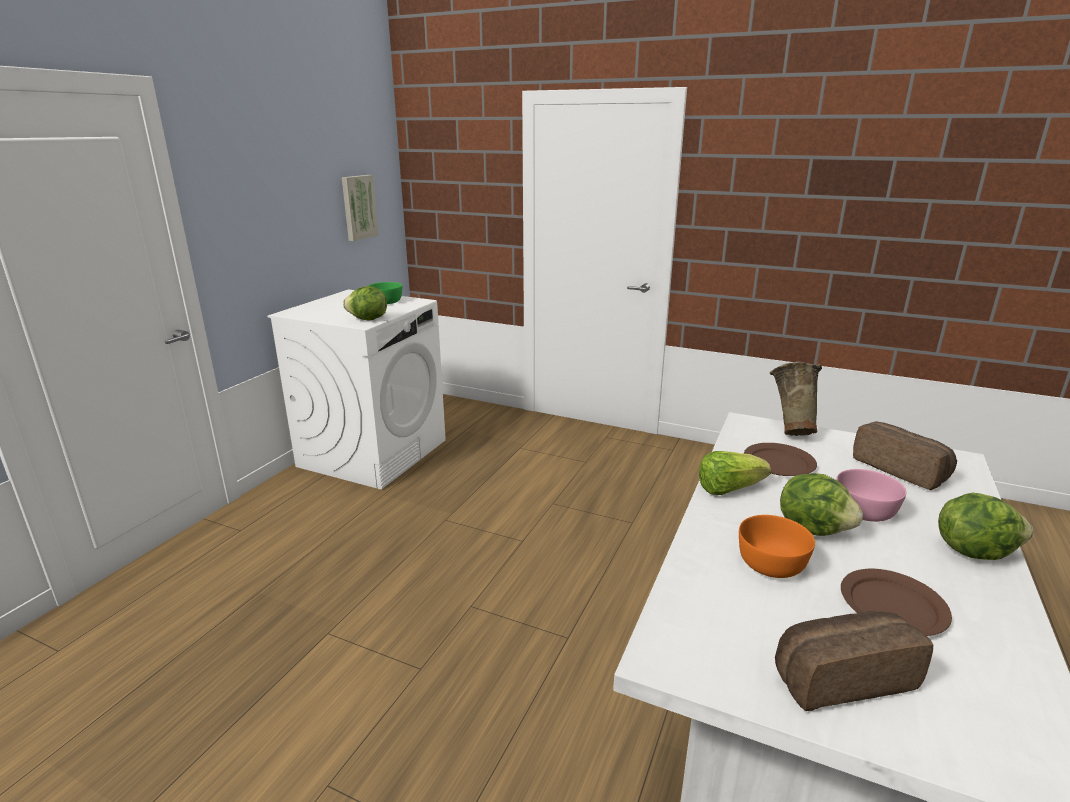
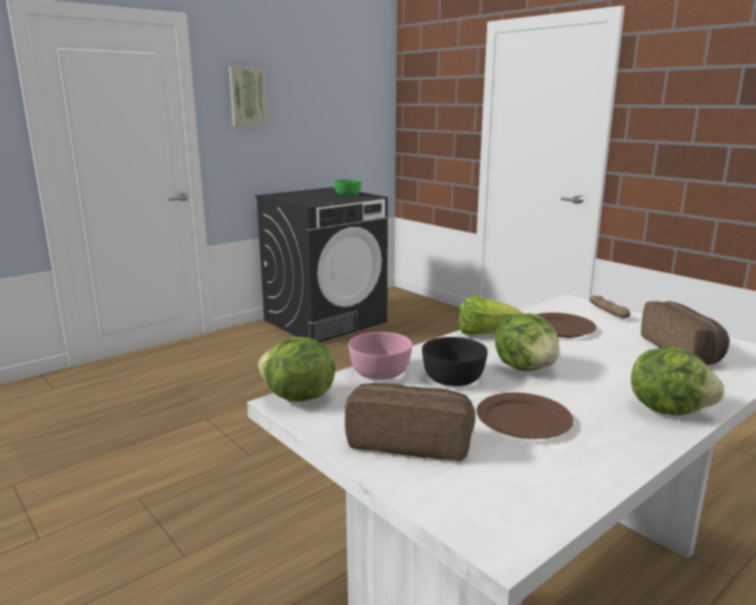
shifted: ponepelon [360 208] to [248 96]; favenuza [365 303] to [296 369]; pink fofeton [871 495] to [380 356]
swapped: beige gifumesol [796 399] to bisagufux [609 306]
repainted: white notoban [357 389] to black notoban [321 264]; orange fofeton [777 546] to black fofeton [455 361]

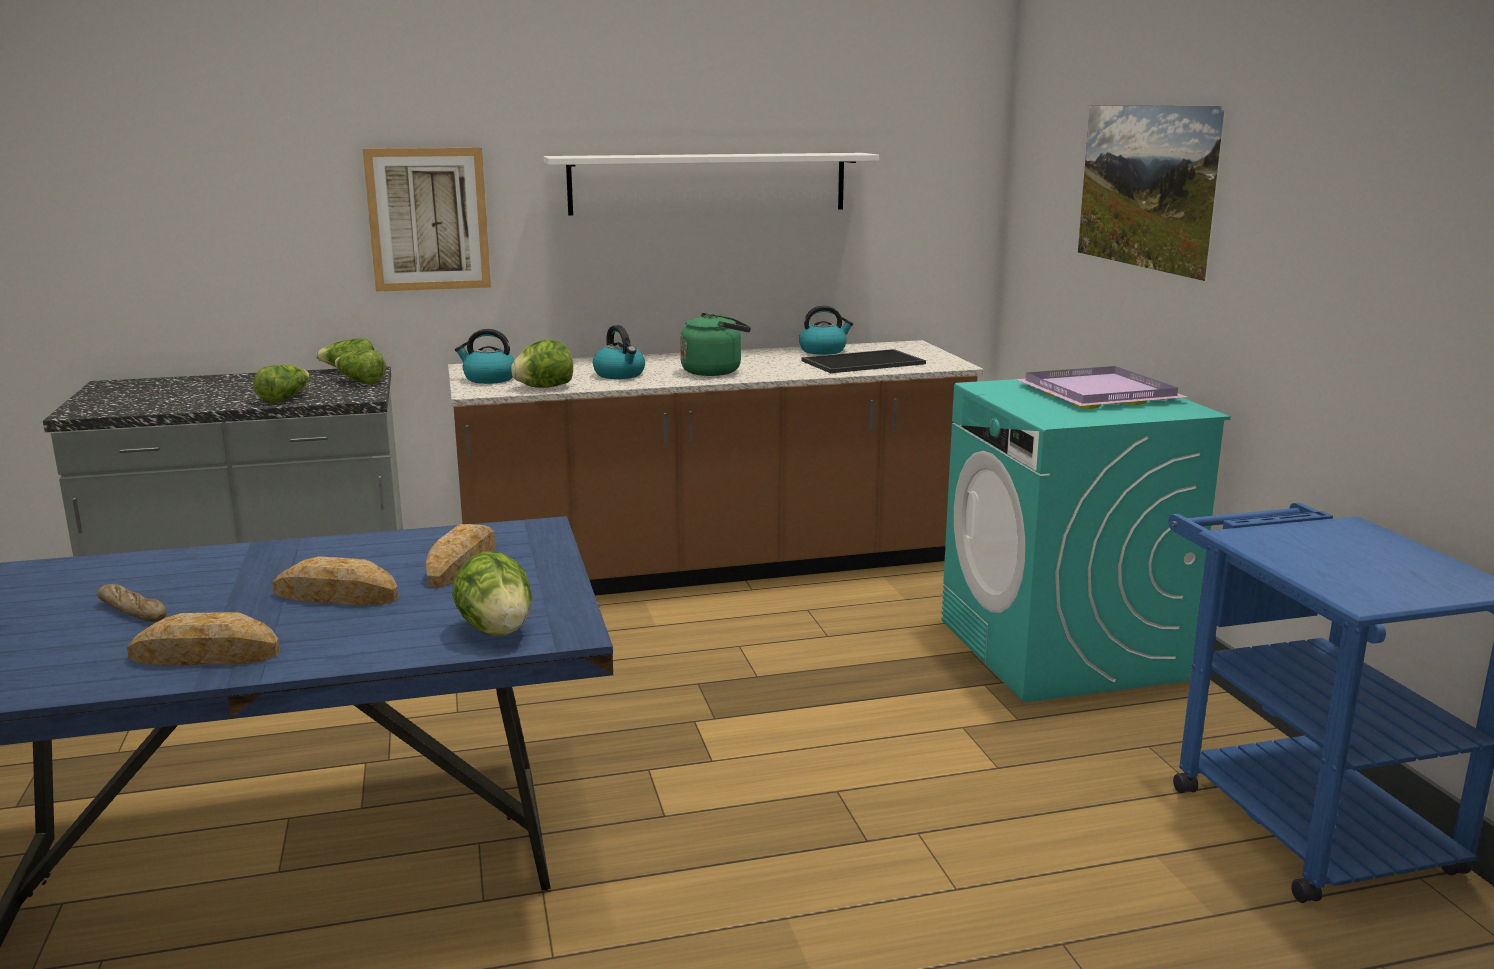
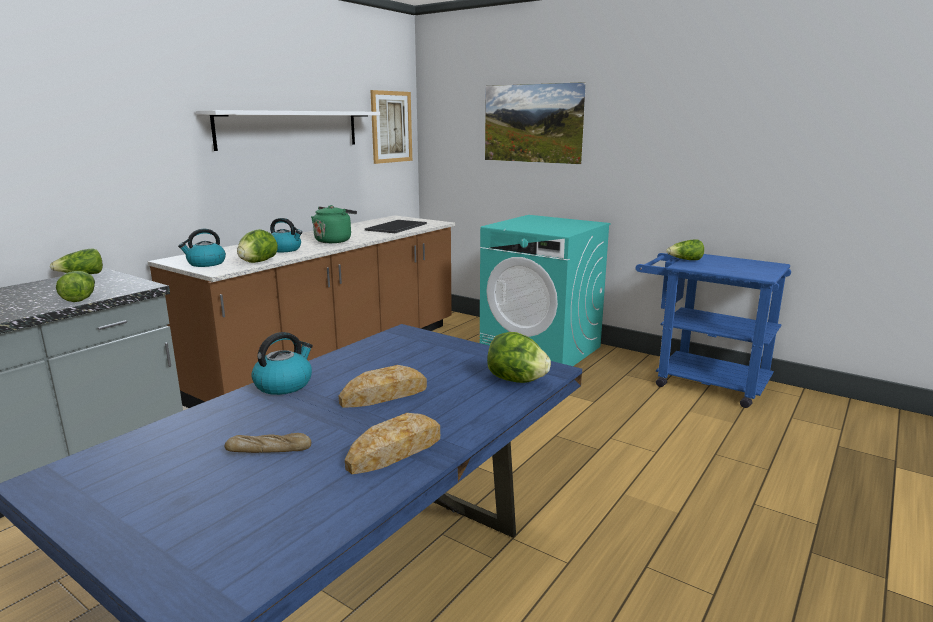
gone: bisagufux [460 556]; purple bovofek [1101 387]
shifted: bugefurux [826 330] to [282 363]; ponepelon [427 220] to [391 127]; favenuza [360 367] to [685 249]

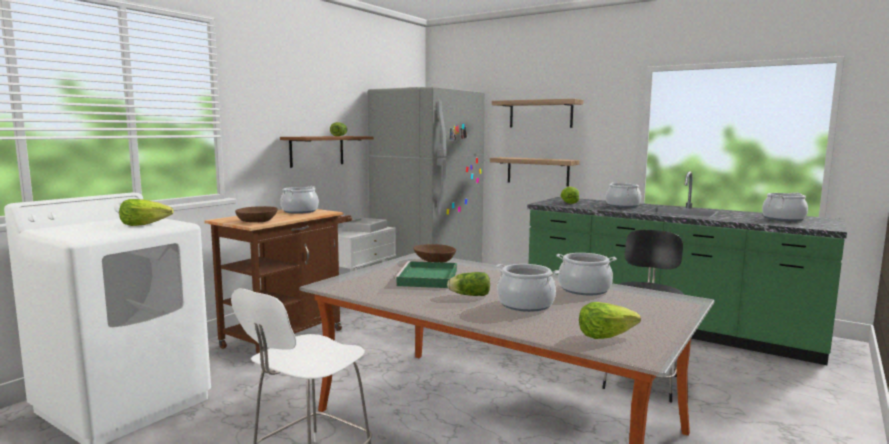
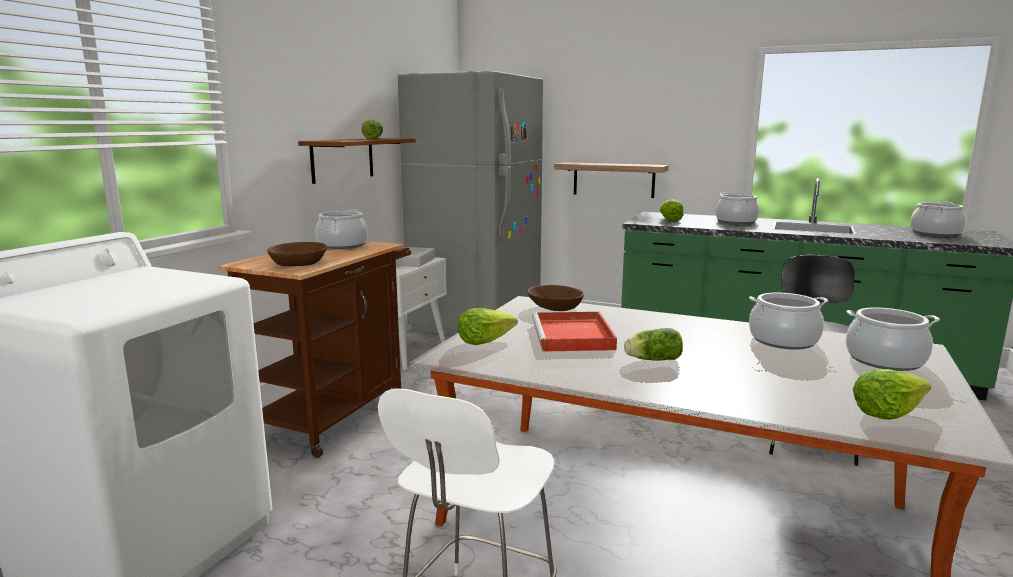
gone: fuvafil [537 113]
shifted: favenuza [146 212] to [488 326]; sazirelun [527 288] to [893 339]
repainted: green bovofek [425 274] to red bovofek [574 332]

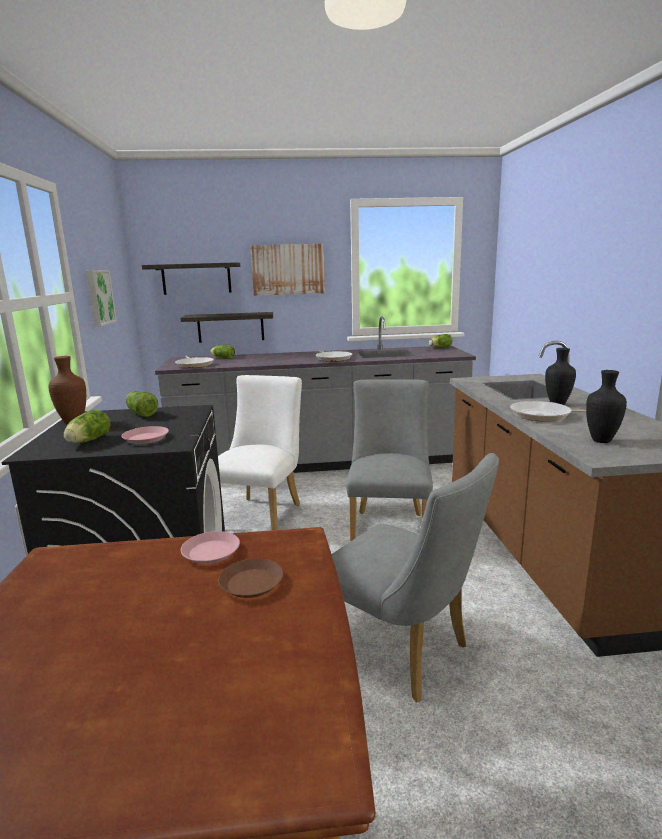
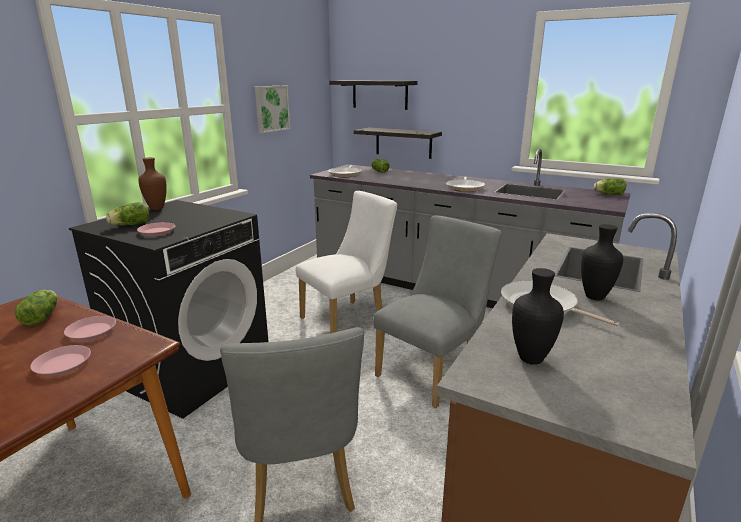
gone: ponepelon [287 270]
shifted: favenuza [142 404] to [35 307]
repainted: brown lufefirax [250 578] to pink lufefirax [60 360]

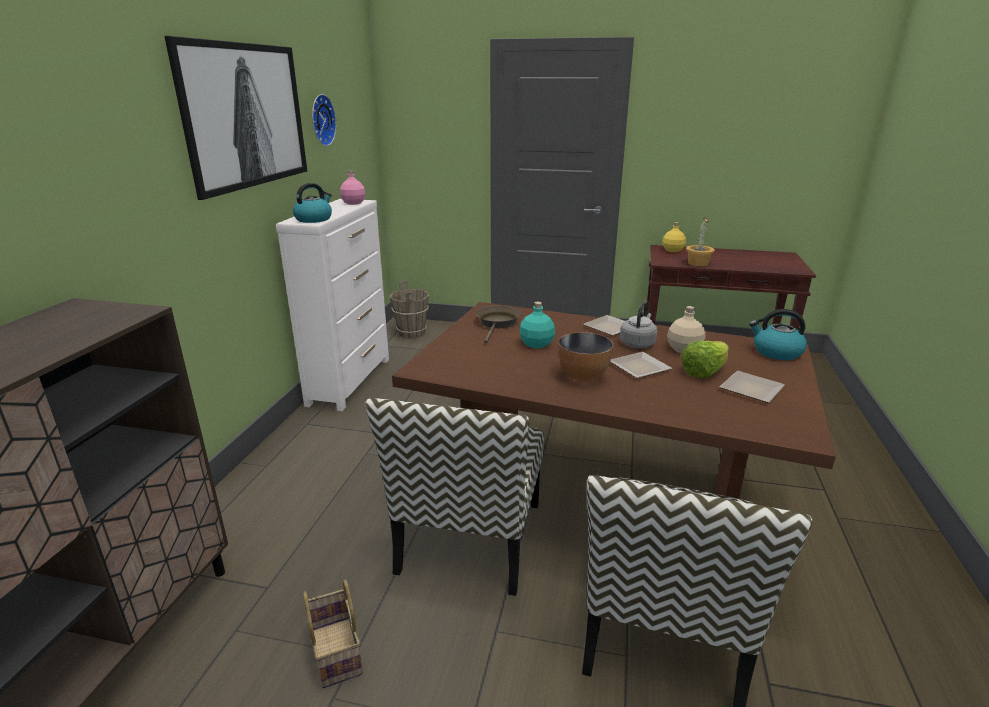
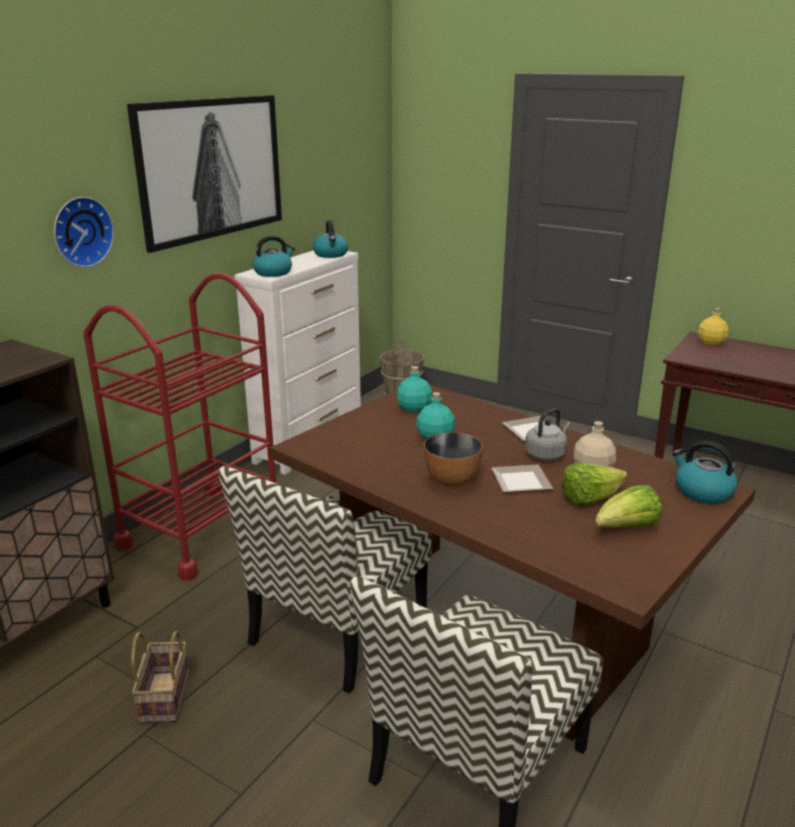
gone: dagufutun [700 241]
new: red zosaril [179 427]
shifted: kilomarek [324 120] to [84 232]
swapped: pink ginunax [352 187] to bugefurux [330 239]; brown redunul [498 324] to turquoise ginunax [414 389]; lufefirax [752 387] to favenuza [628 506]

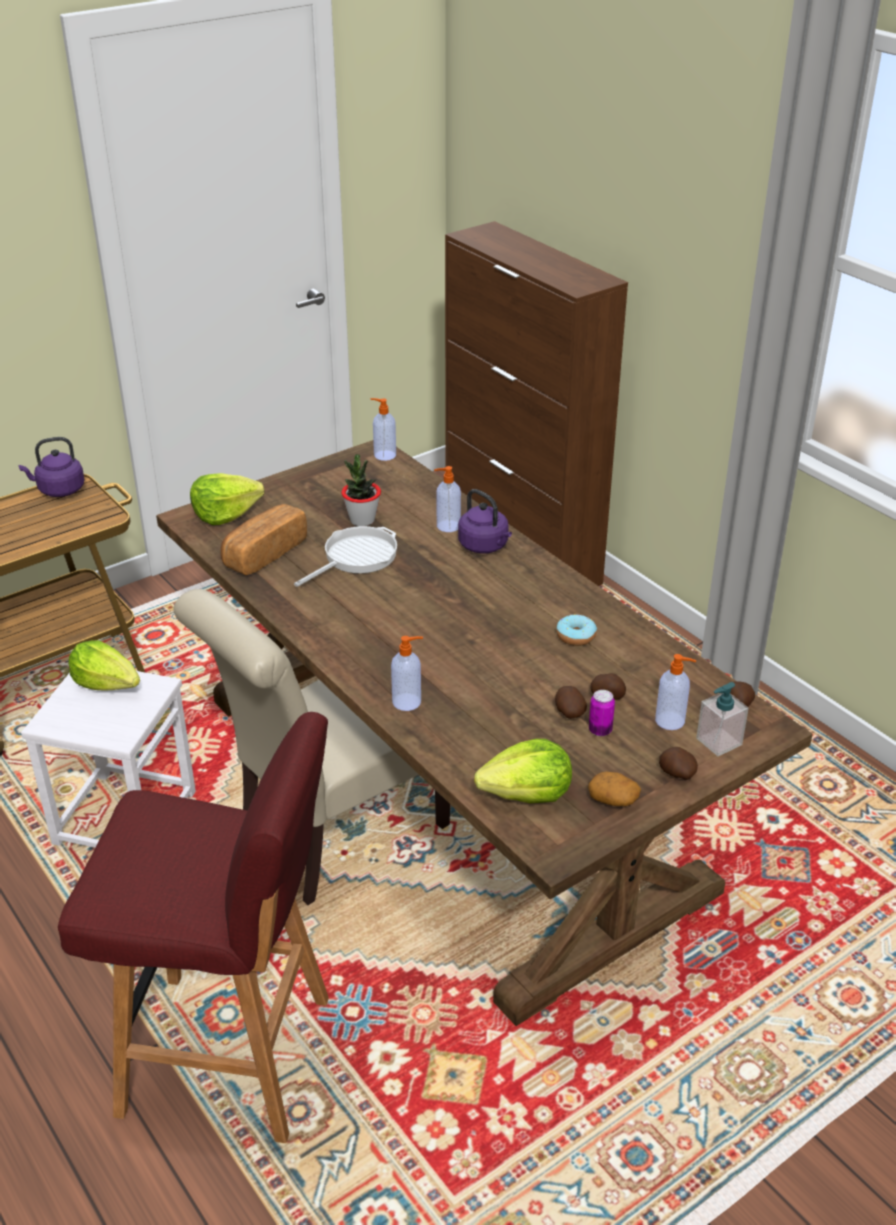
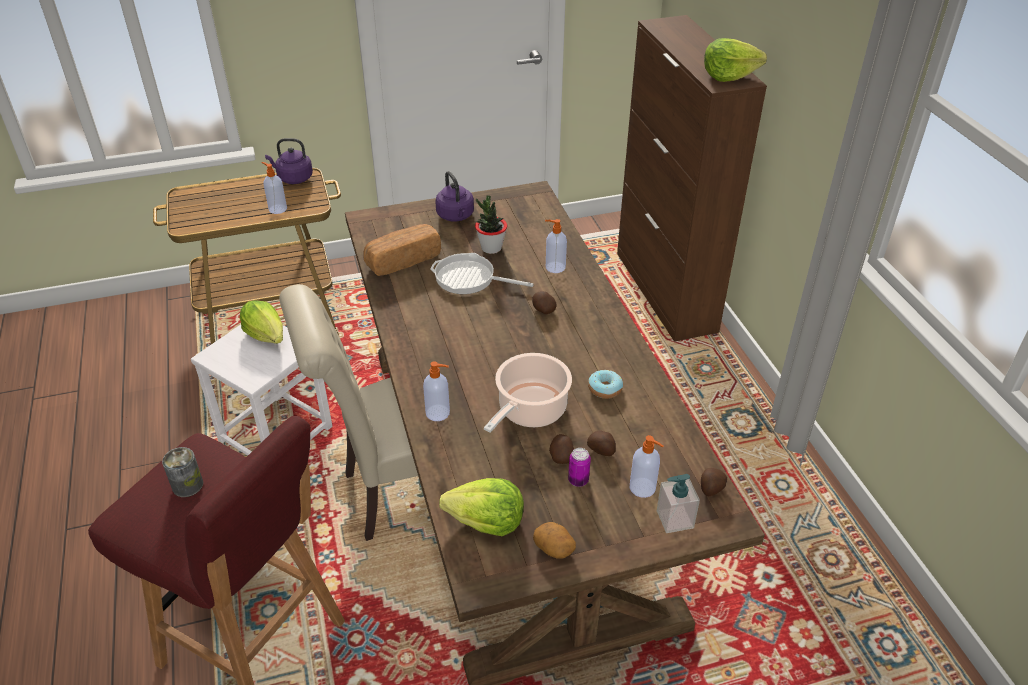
new: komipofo [182 472]; sazirelun [528 393]
shifted: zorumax [383 429] to [274 188]; purple bugefurux [485 521] to [454 196]; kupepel [678 763] to [544 303]; favenuza [227 499] to [735 60]
rotated: redunul [345 556] = [482 273] 135 degrees counterclockwise

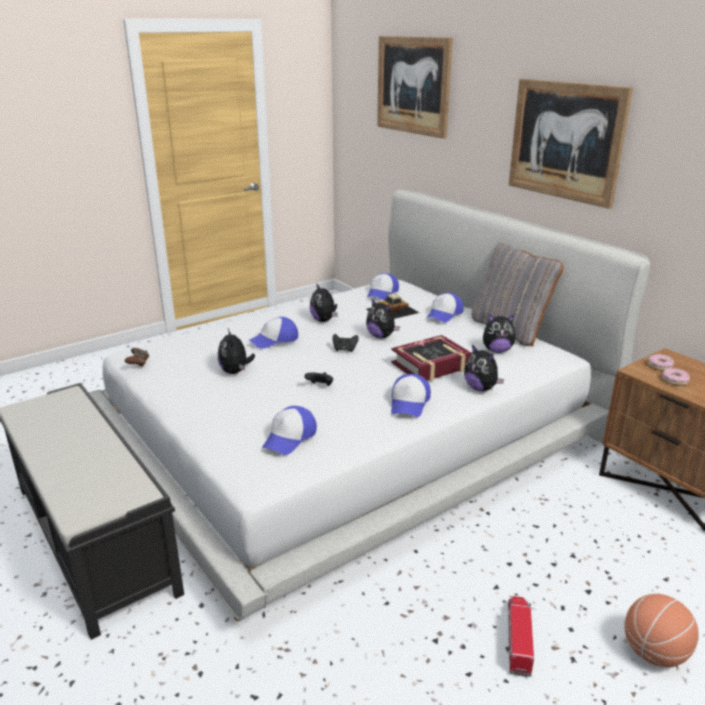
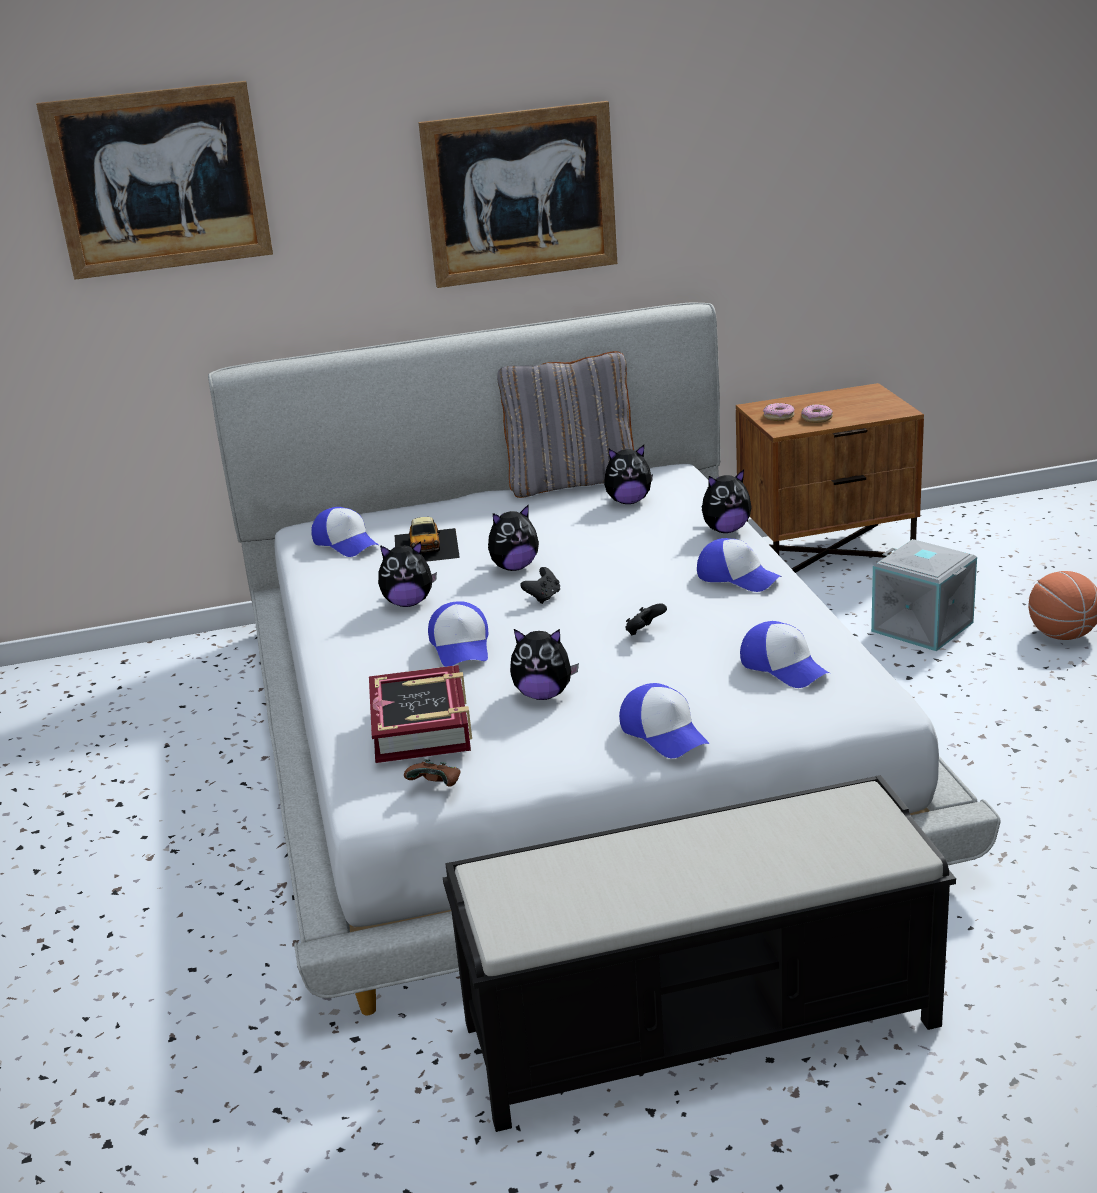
gone: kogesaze [521 636]
new: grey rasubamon [924 595]
shifted: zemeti [431 358] to [420 714]; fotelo [445 308] to [664 720]
rotated: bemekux [499 334] = [628 474] 60 degrees clockwise

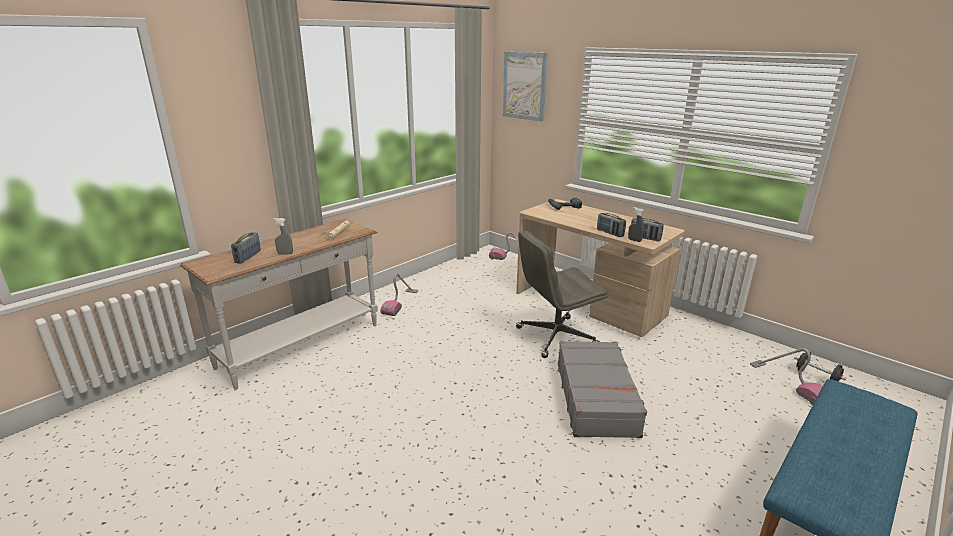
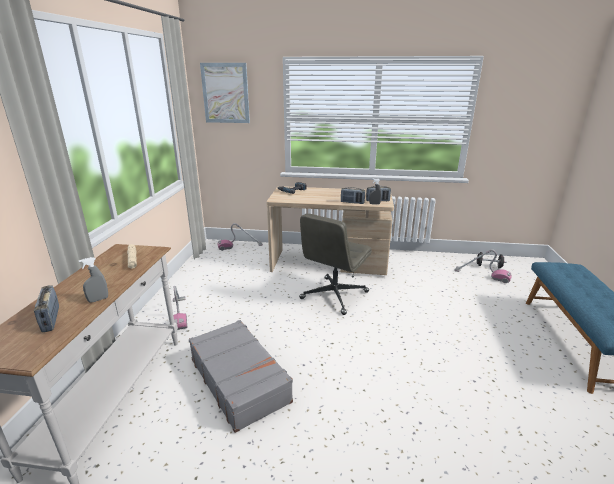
shifted: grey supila [602 389] to [241 376]

